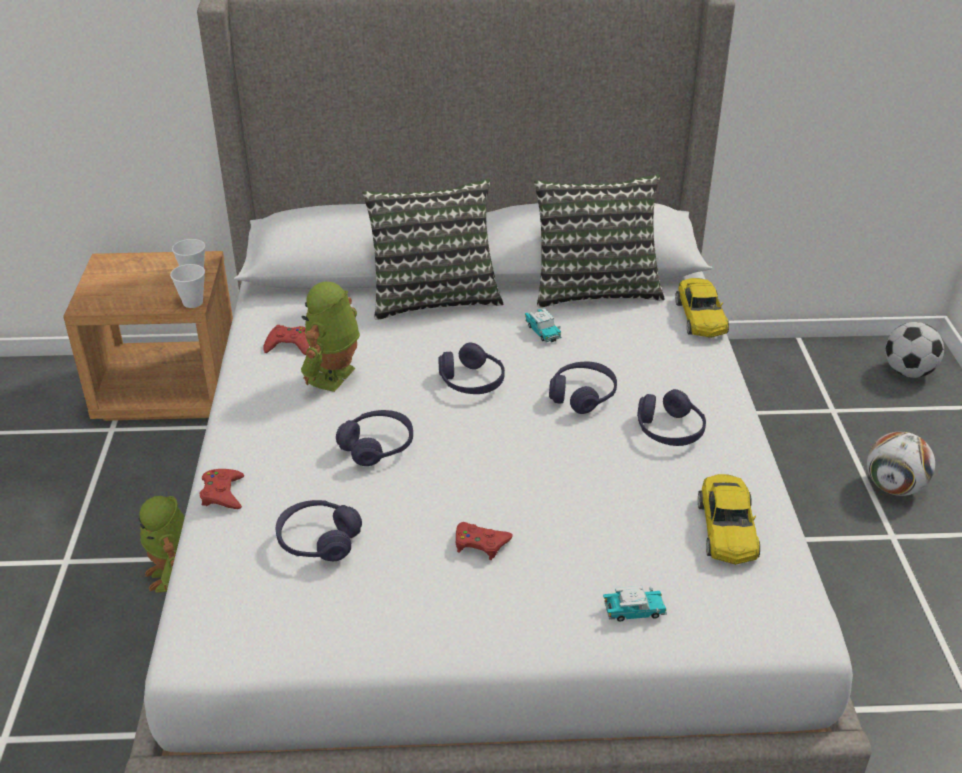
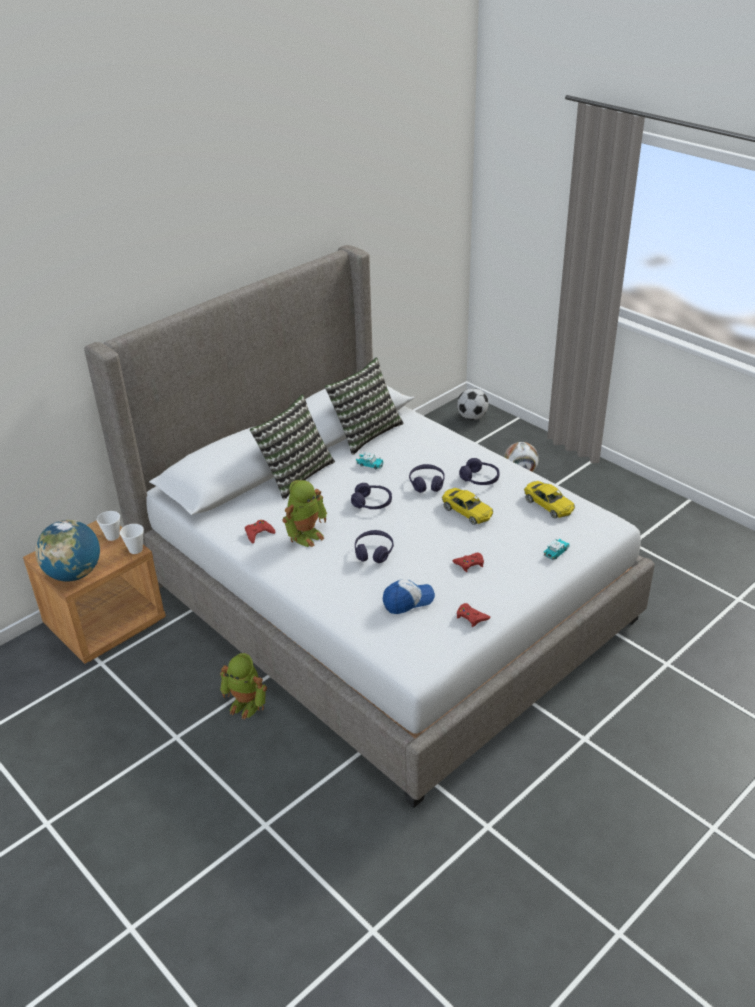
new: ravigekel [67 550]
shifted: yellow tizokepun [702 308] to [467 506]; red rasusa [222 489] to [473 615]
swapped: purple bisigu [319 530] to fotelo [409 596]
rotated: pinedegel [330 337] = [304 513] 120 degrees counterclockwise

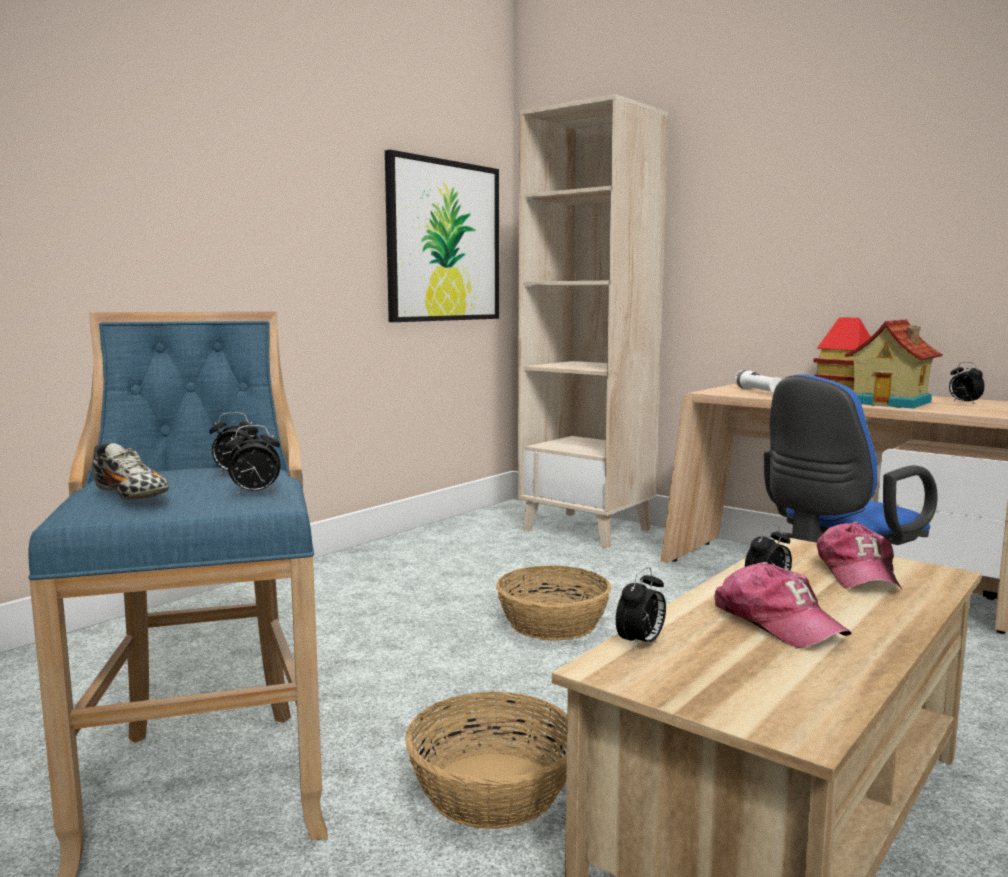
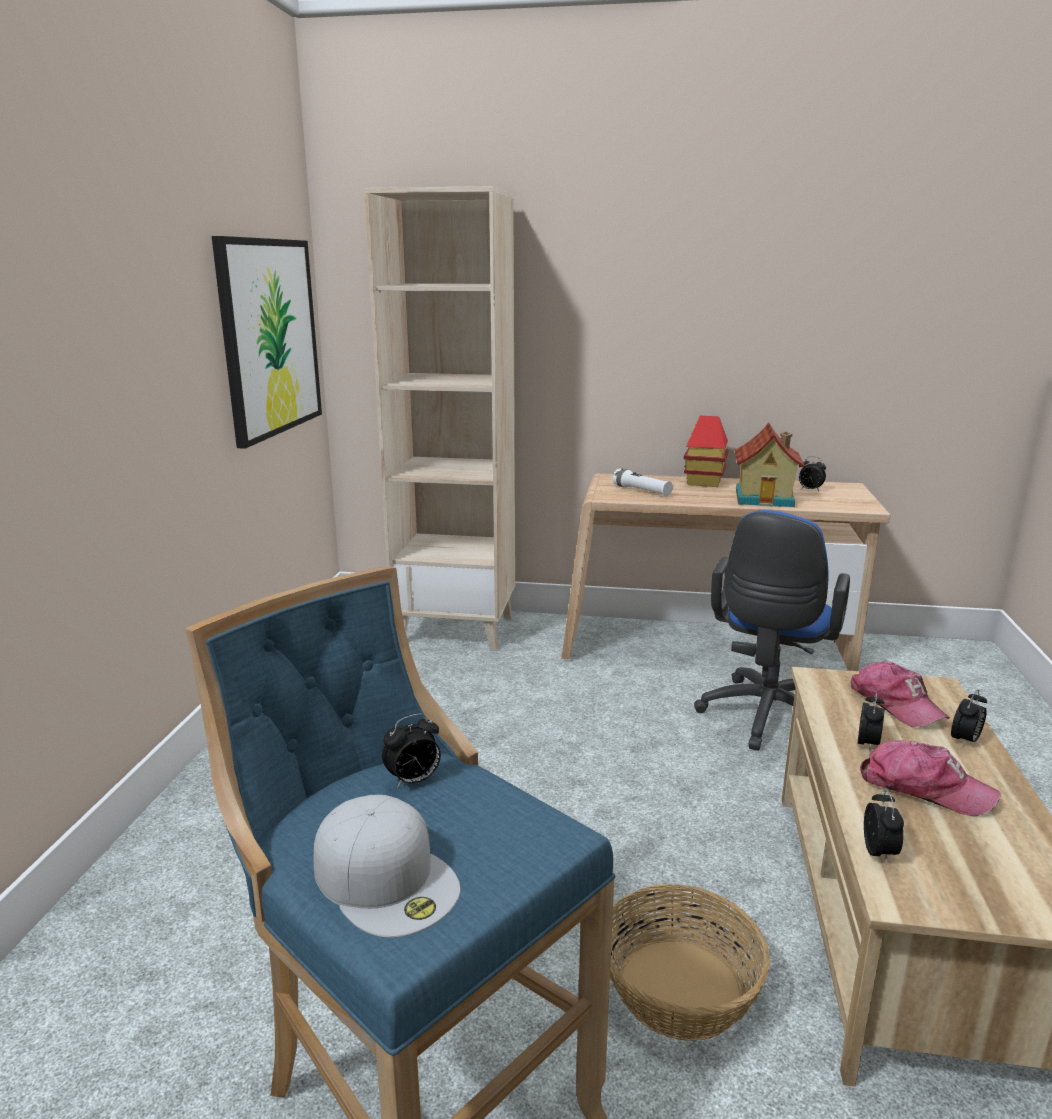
gone: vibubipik [553 603]
shifted: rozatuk [253 460] to [969 718]
swapped: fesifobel [130 471] to white fotelo [387 866]

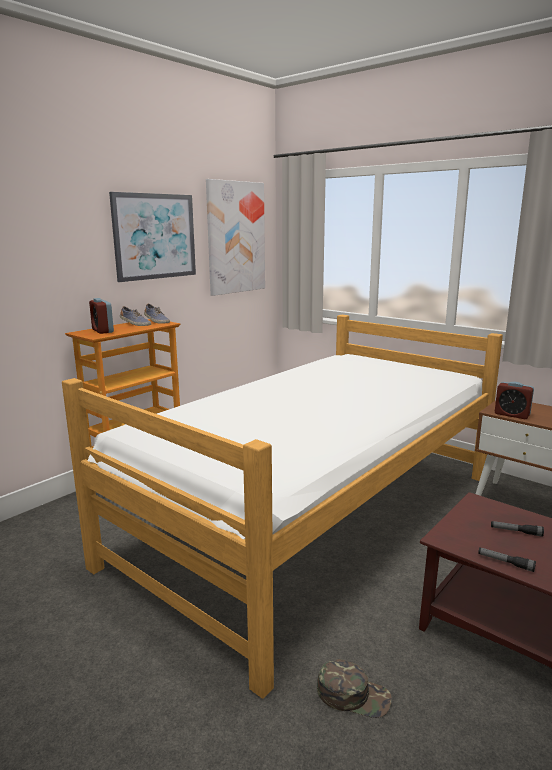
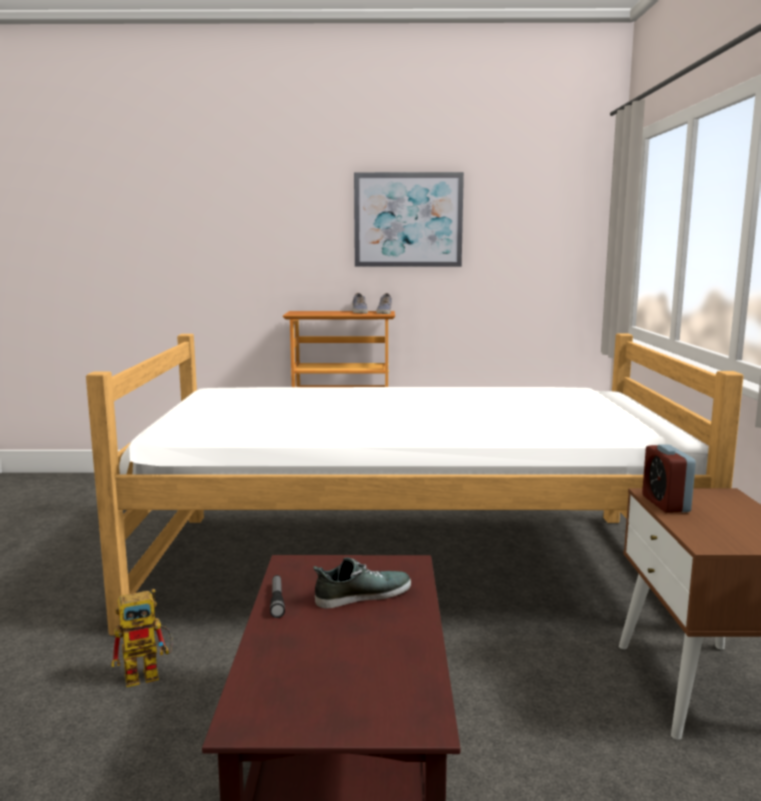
gone: rozatuk [101 316]; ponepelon [235 237]
swapped: green fotelo [354 688] to pinedegel [142 638]; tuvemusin [517 529] to fesifobel [362 582]

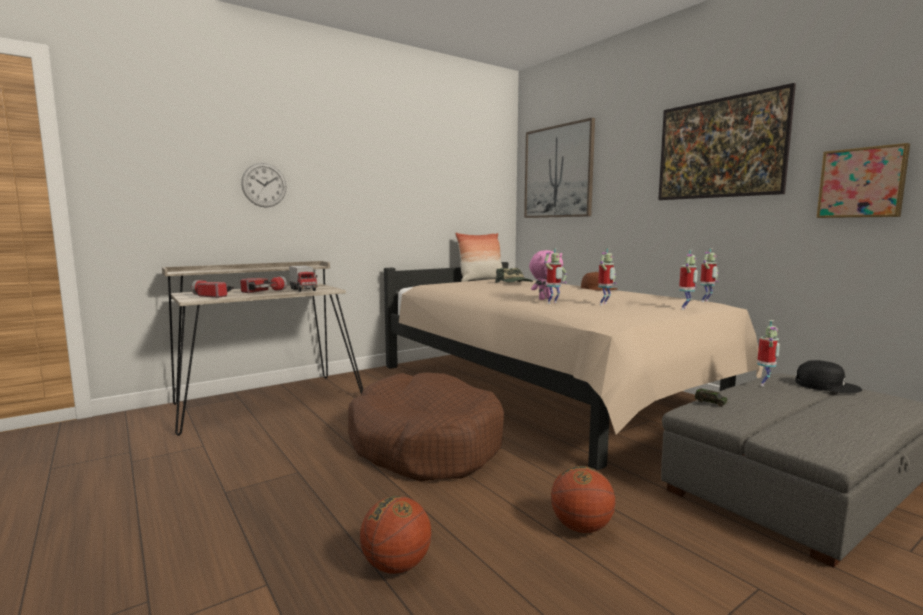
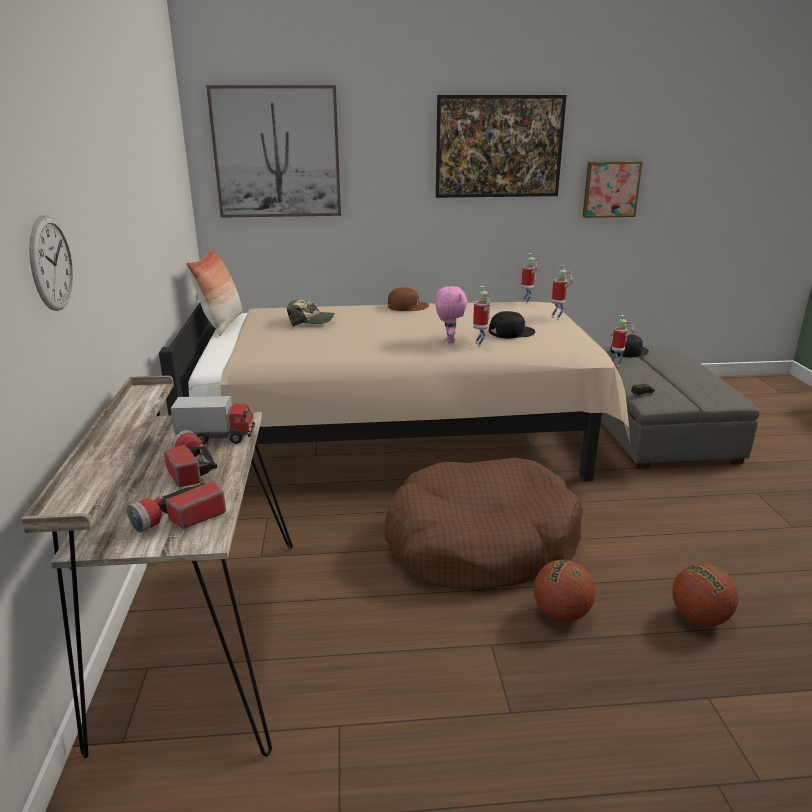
shifted: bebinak [583 499] to [564 591]
swapped: pinedegel [607 276] to black fotelo [512 324]

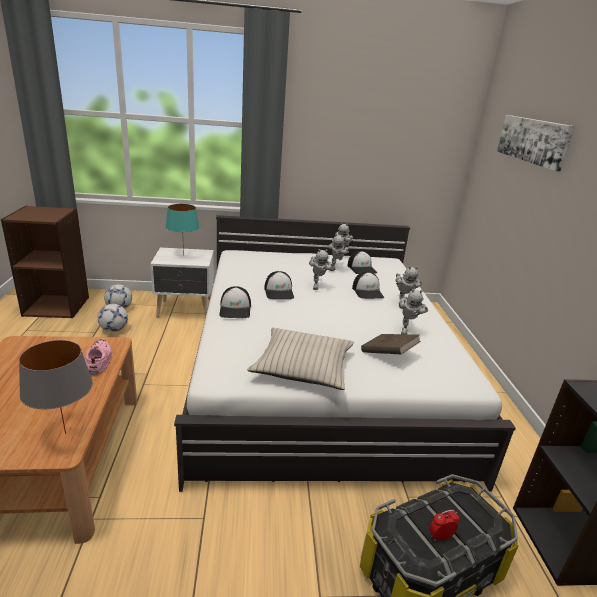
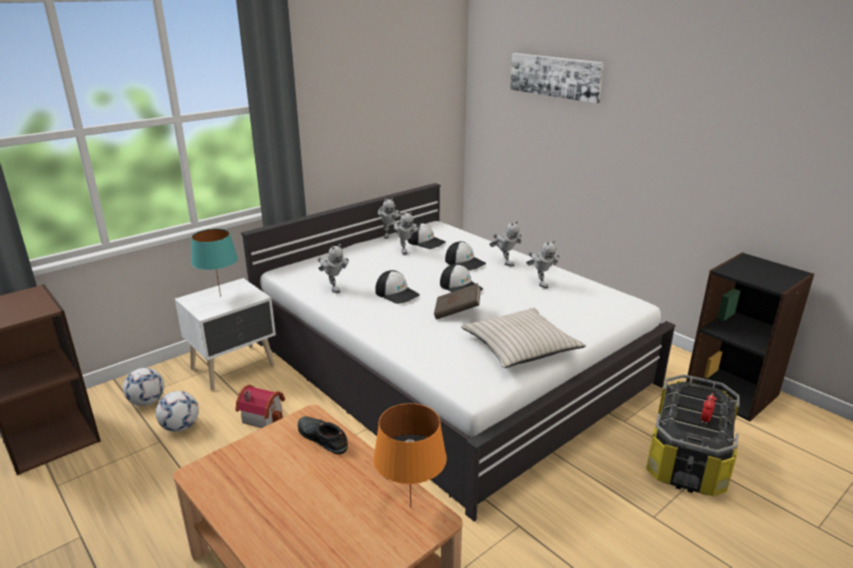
new: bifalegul [260 406]
shifted: pinedegel [321 269] to [333 268]; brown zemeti [391 344] to [457 301]; fotelo [235 302] to [461 278]
repainted: pink fesifobel [99 358] to black fesifobel [323 435]; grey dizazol [56 387] to orange dizazol [410 455]

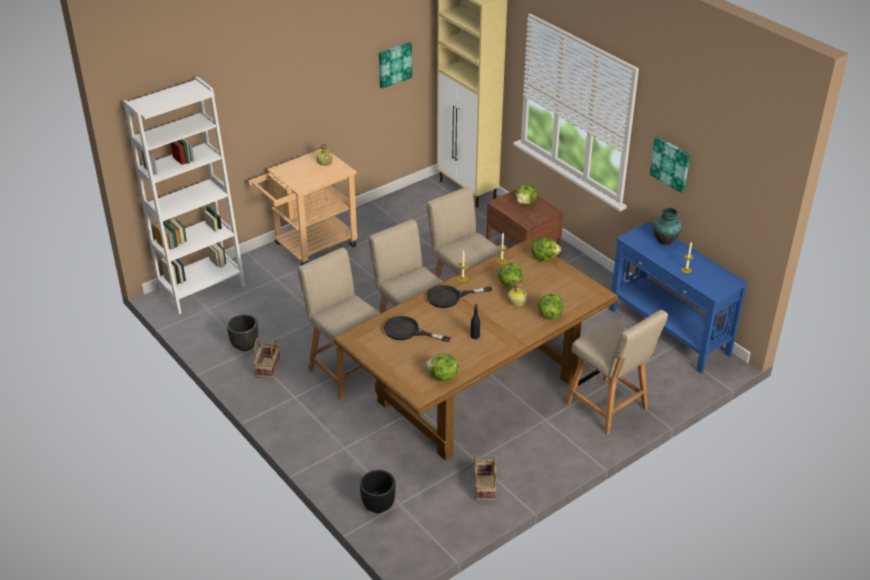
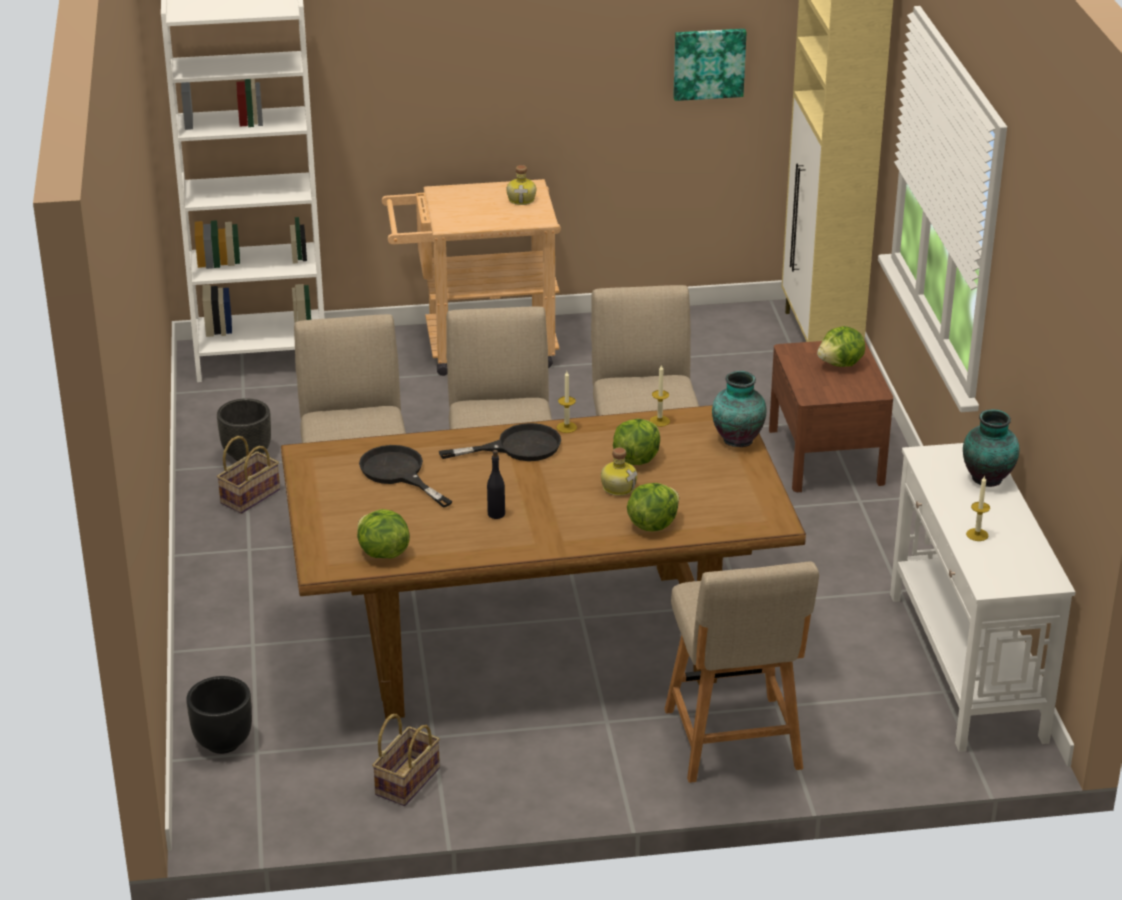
gone: ponepelon [670 164]
swapped: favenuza [546 249] to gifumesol [739 409]
repainted: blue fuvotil [678 298] to white fuvotil [982 597]
rotated: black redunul [459 296] = [500 442] 150 degrees clockwise

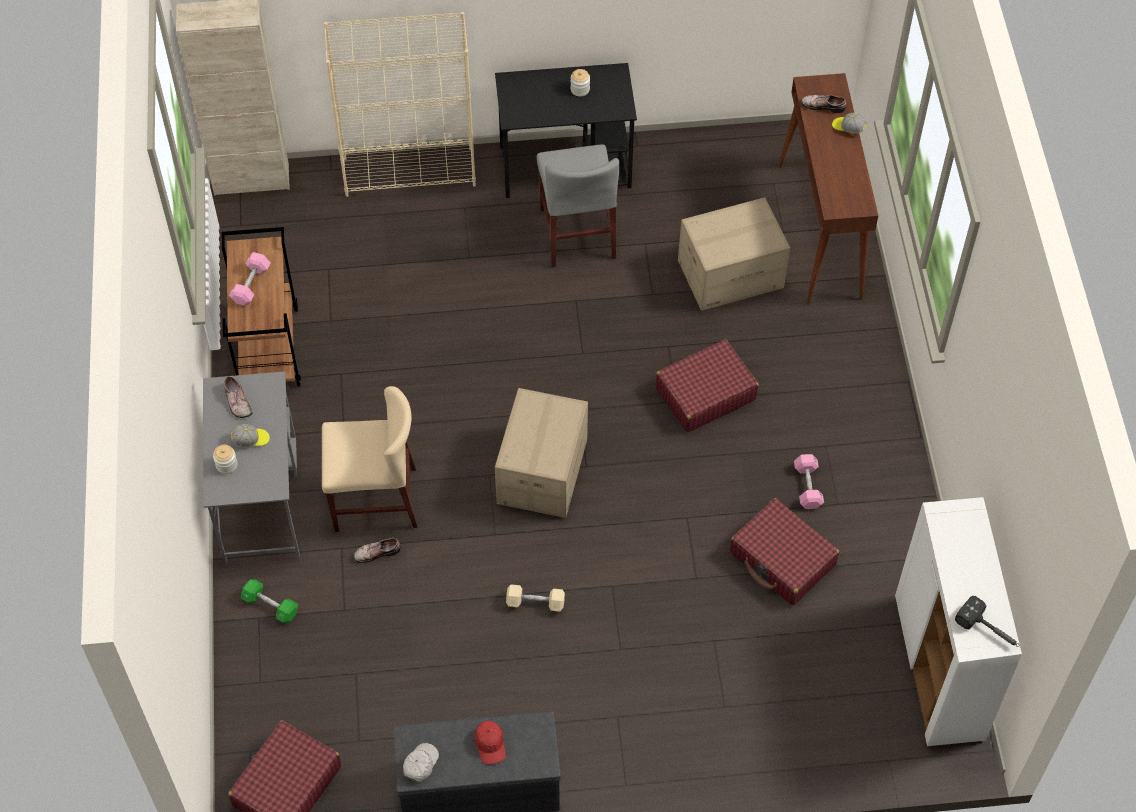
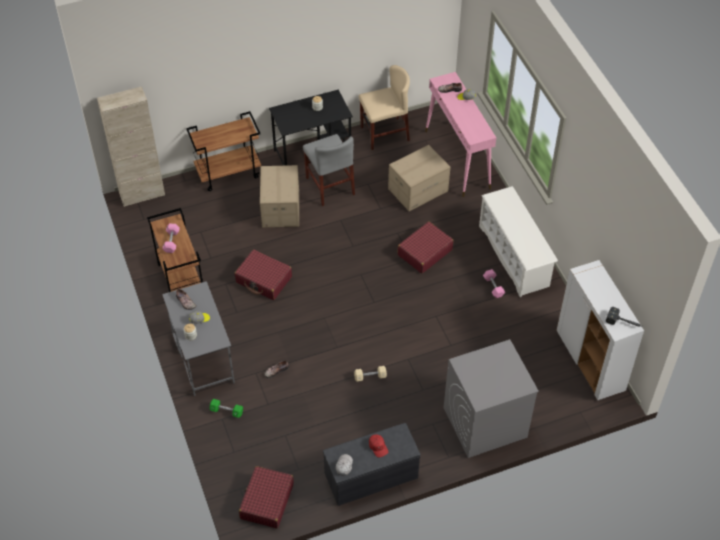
new: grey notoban [491 398]; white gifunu [518 241]
shifted: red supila [784 551] to [263 274]; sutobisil [541 453] to [279 196]; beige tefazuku [370 459] to [384 107]
swapped: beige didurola [400 104] to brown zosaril [223 151]
repainted: brown fuvotil [828 189] to pink fuvotil [460 134]

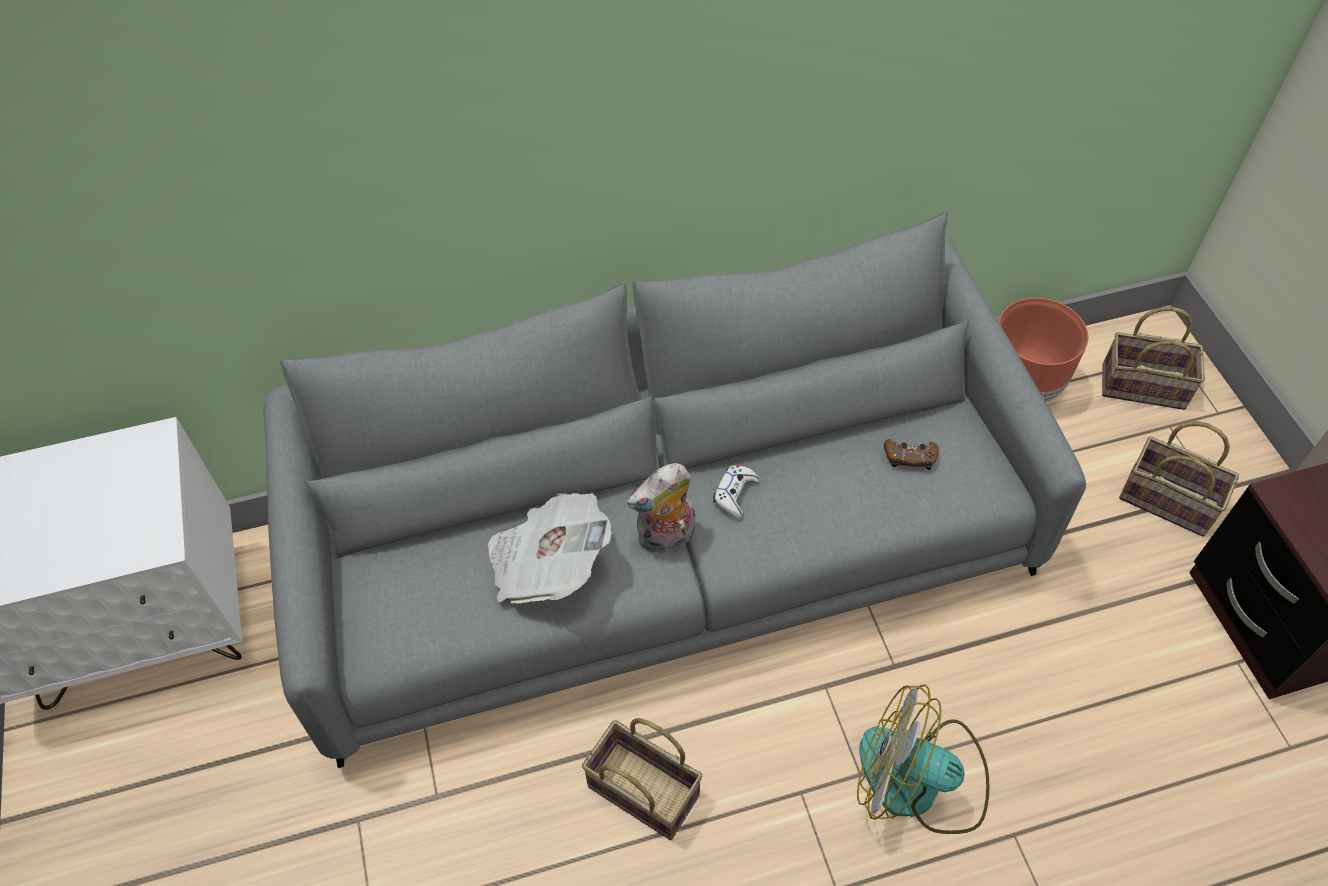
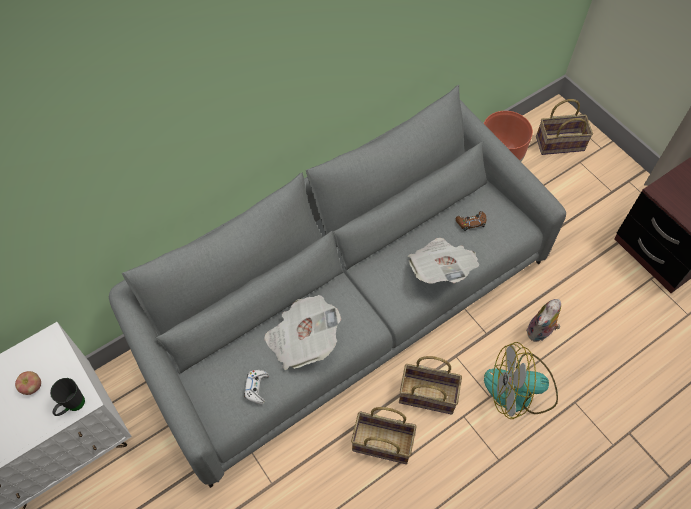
new: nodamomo [28 383]; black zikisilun [67 397]; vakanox [443 261]
shifted: white rasusa [736 492] to [256 387]; vibubipik [1179 479] to [430 385]; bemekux [661 508] to [543 320]

